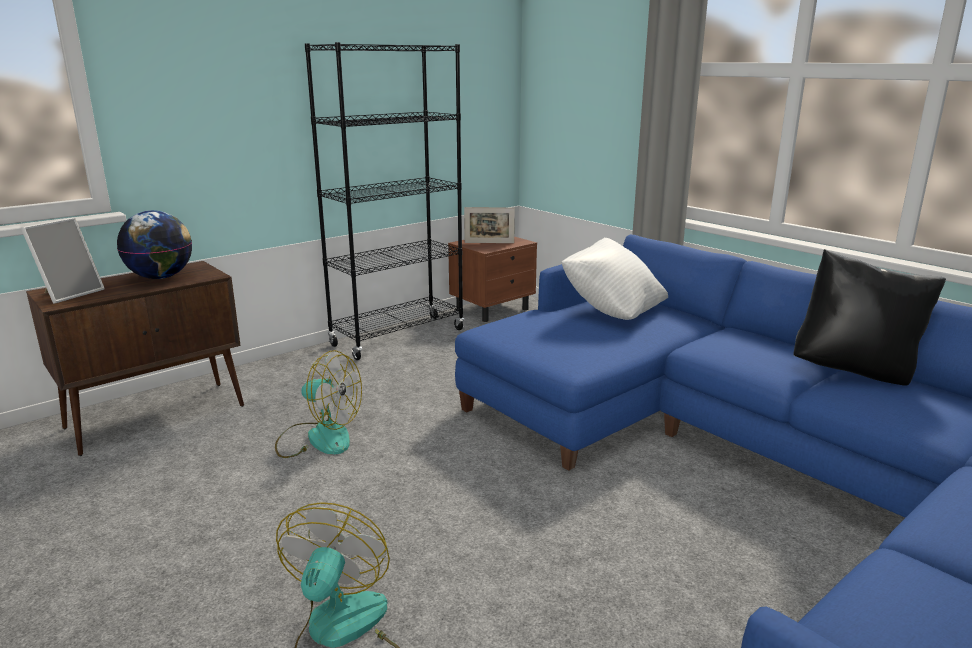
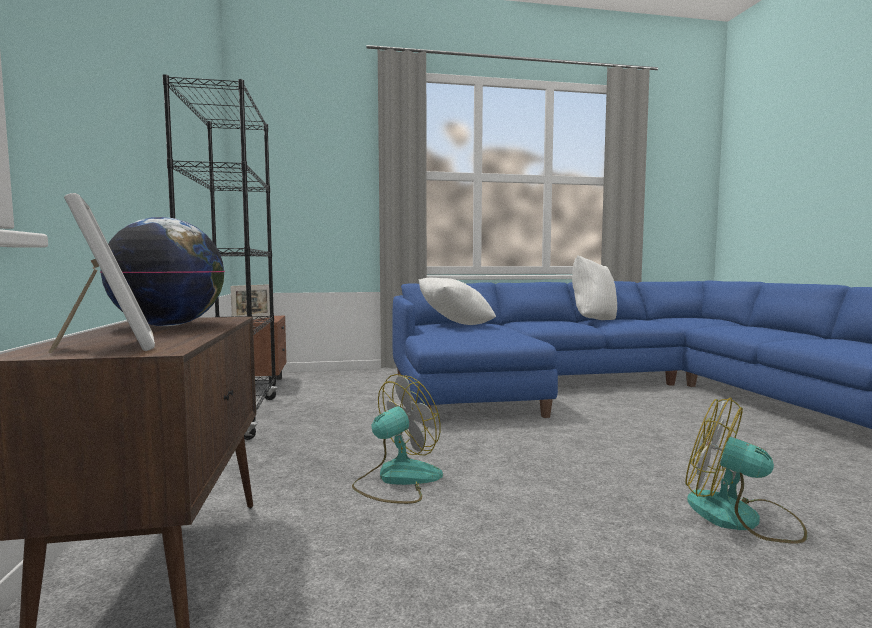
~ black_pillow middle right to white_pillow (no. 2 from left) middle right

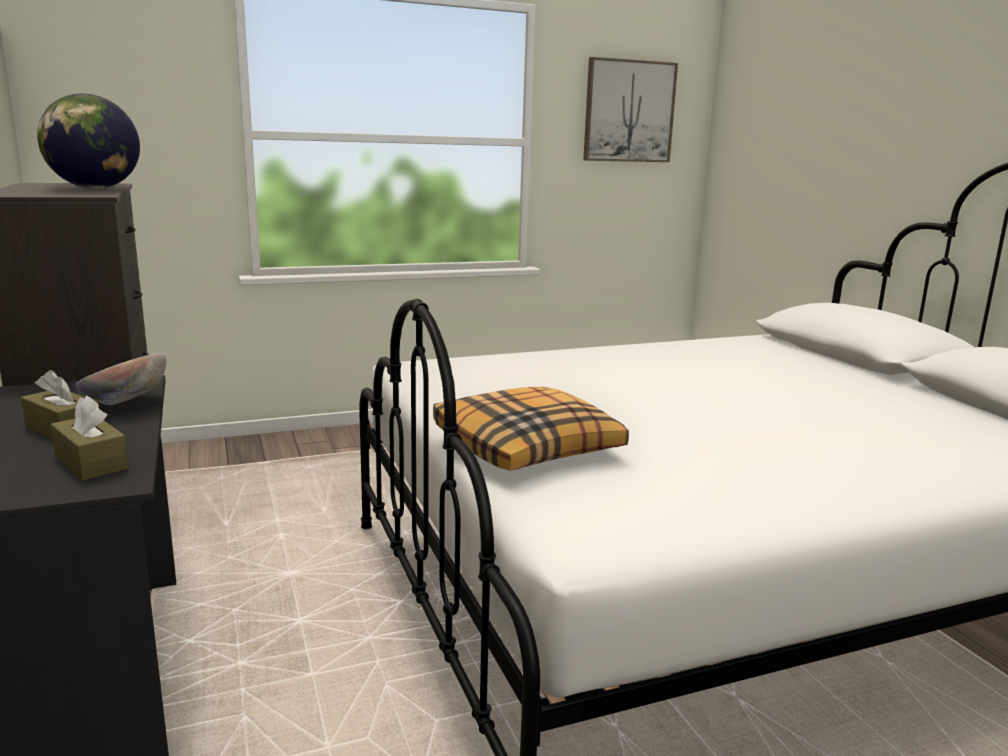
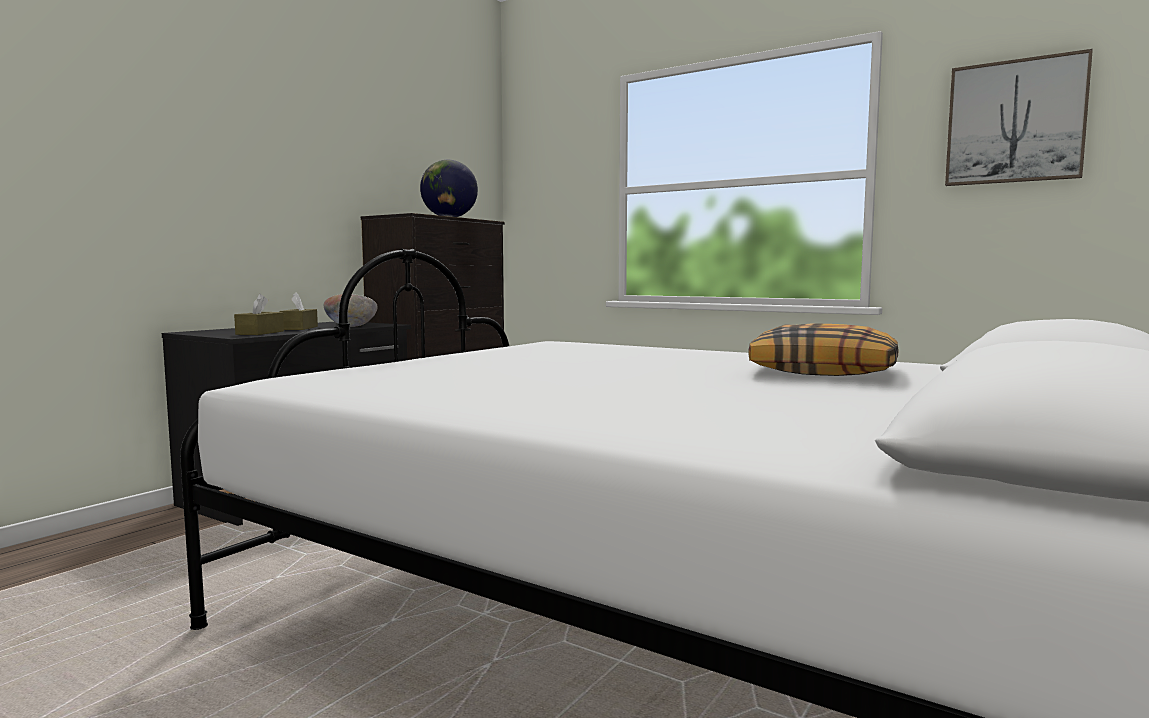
~ pillow centre to middle right

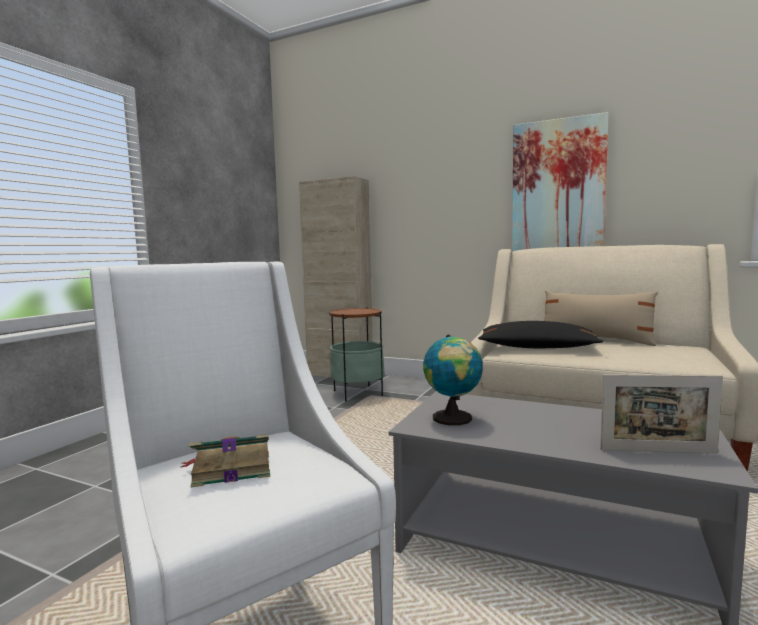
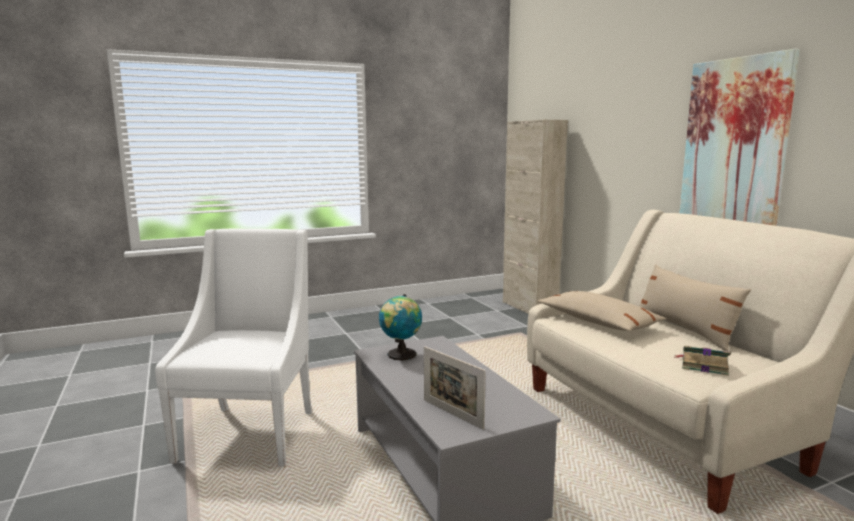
- side_table centre
~ black_pillow middle right to beige_pillow (no. 1 from left) middle right
~ book bottom left to bottom right

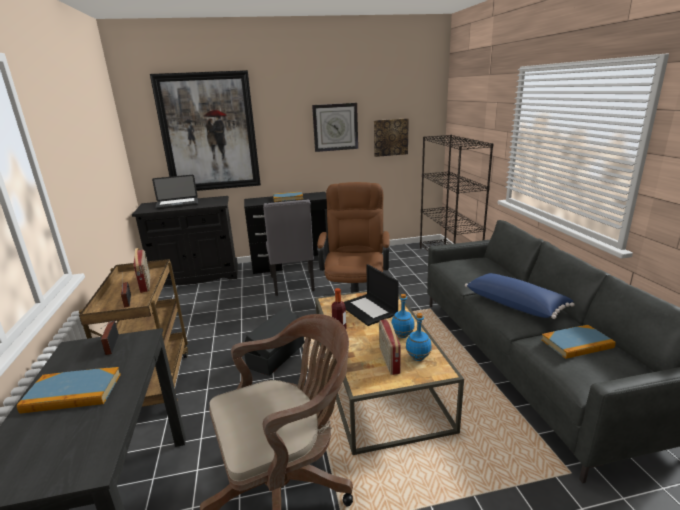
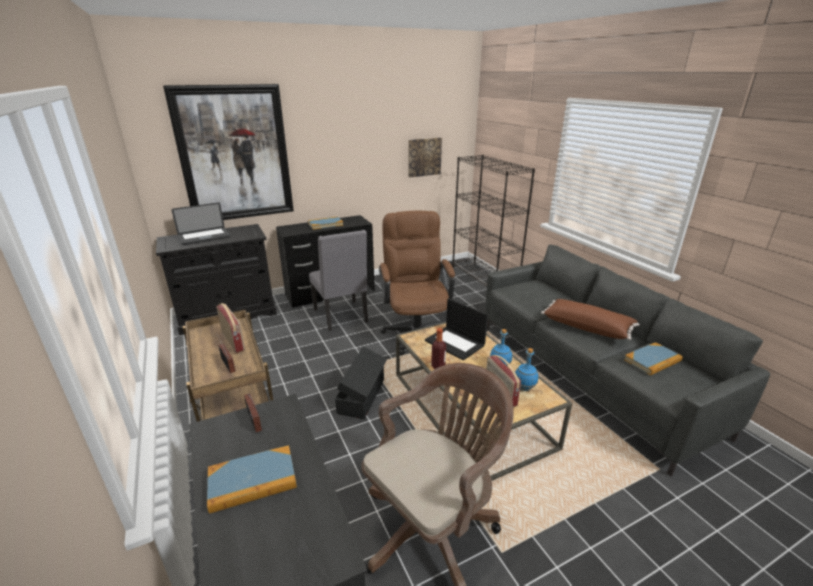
- wall_clock top centre
~ blue_pillow middle right to brown_pillow middle right

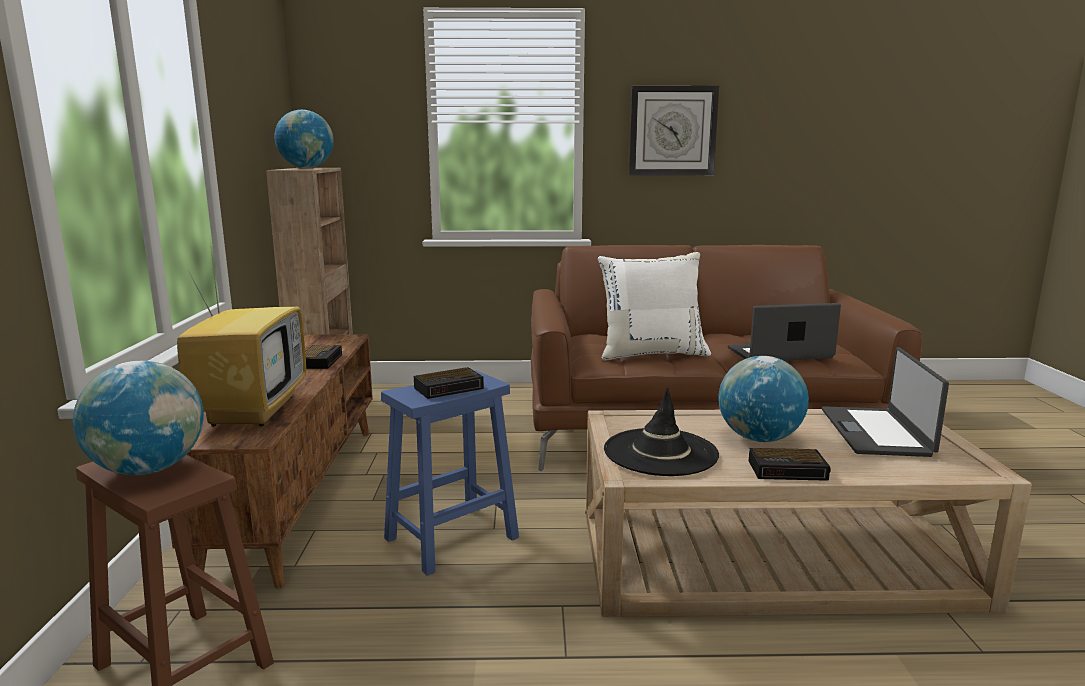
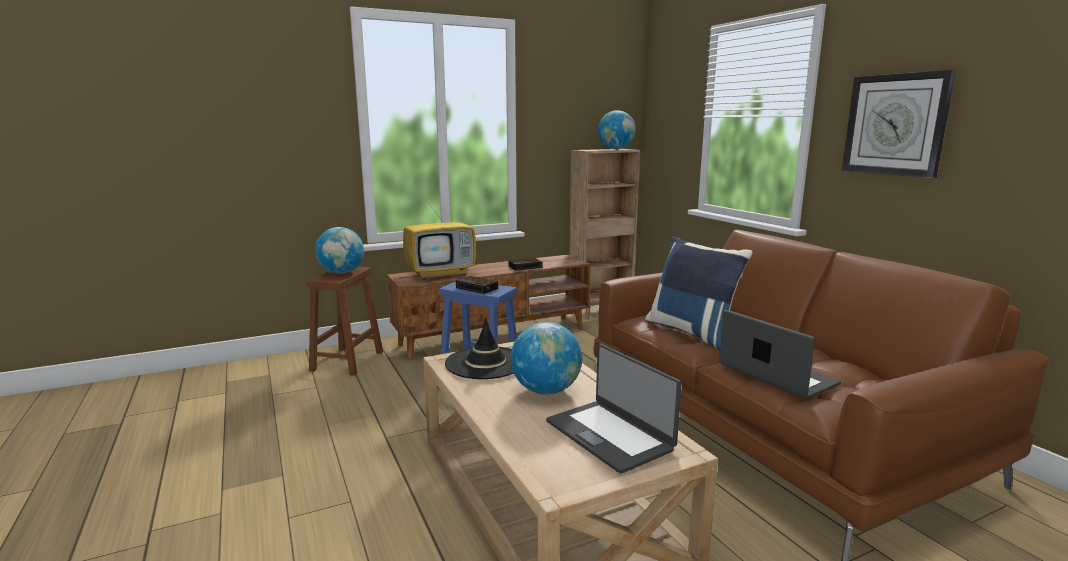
~ white_pillow centre to blue_pillow centre
~ laptop (no. 2 from left in the first image) middle right = bottom centre 105 degrees counterclockwise
- alarm_clock (no. 3 from left) bottom right

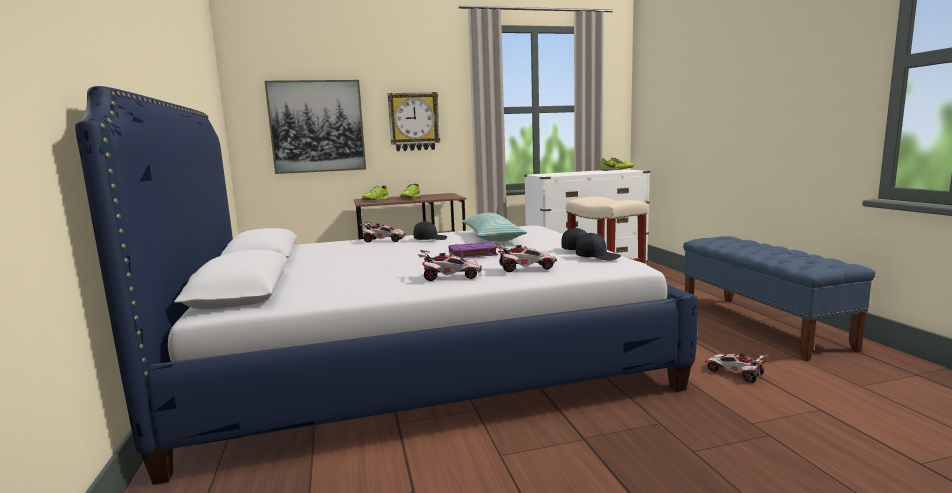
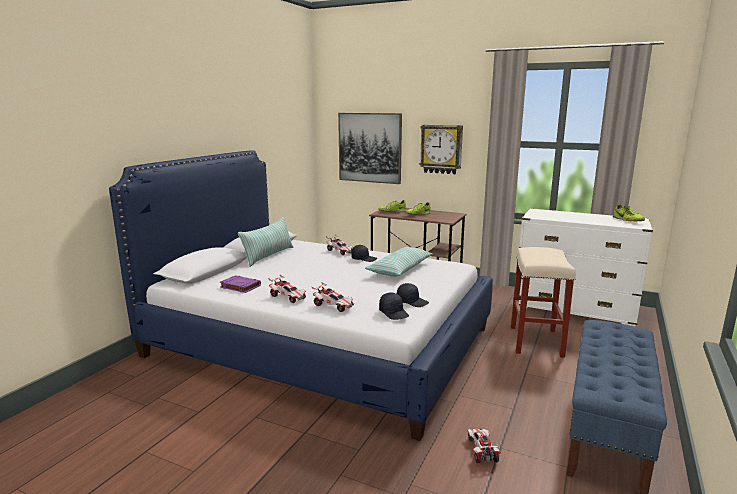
~ purple_book centre to middle left
+ pillow (no. 1 from left) centre

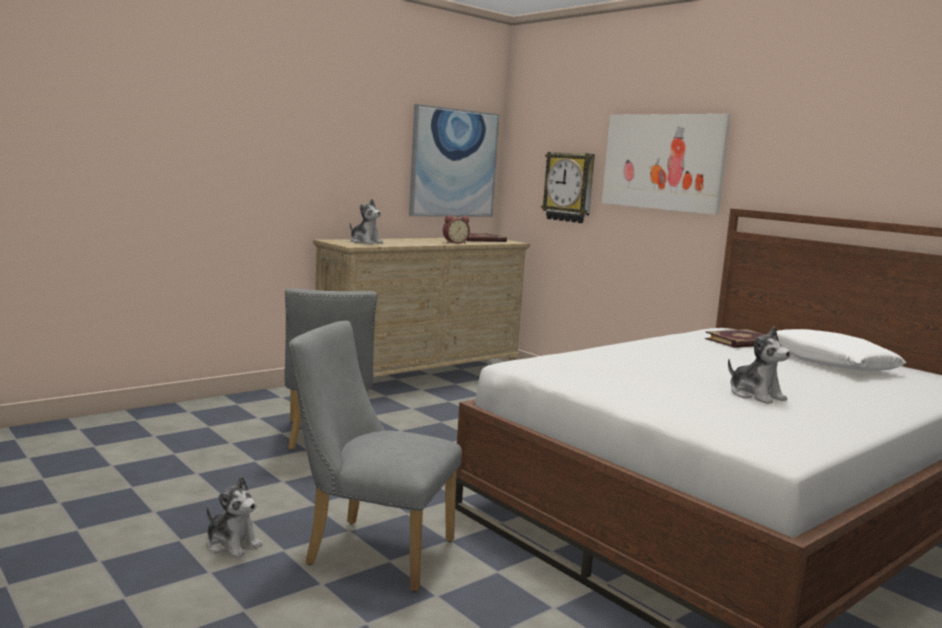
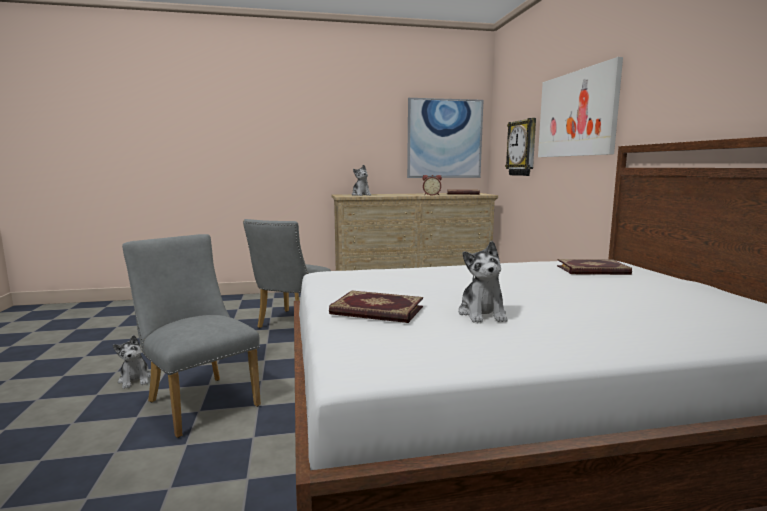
- white_pillow middle right
+ book (no. 1 from left) centre

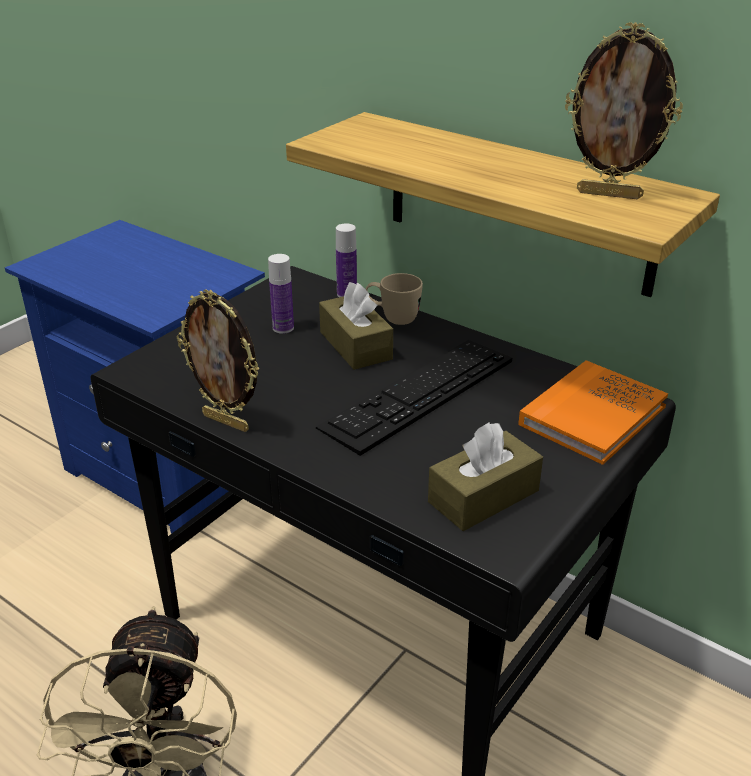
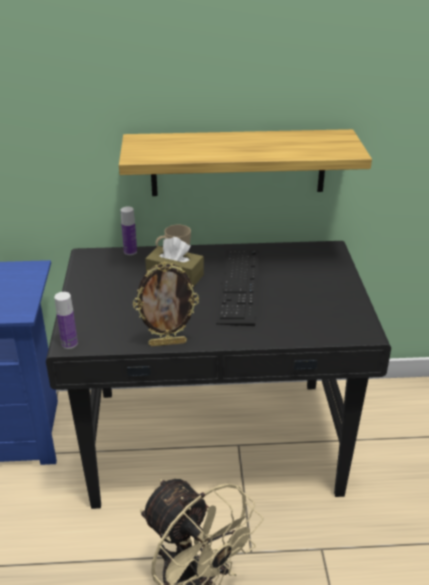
- picture_frame (no. 2 from left) top right
~ bottle (no. 1 from left) centre to middle left
- orange_book middle right
- brown_tissue_box (no. 2 from left) centre

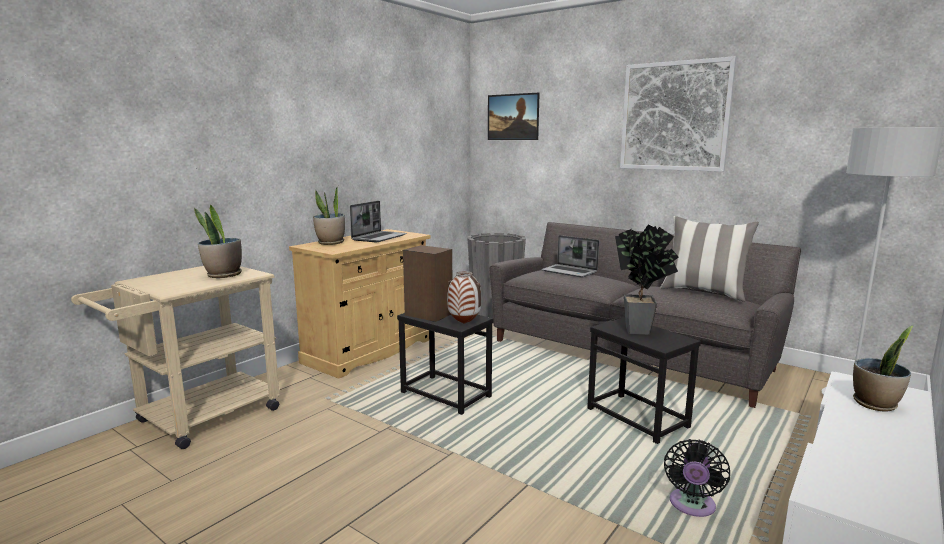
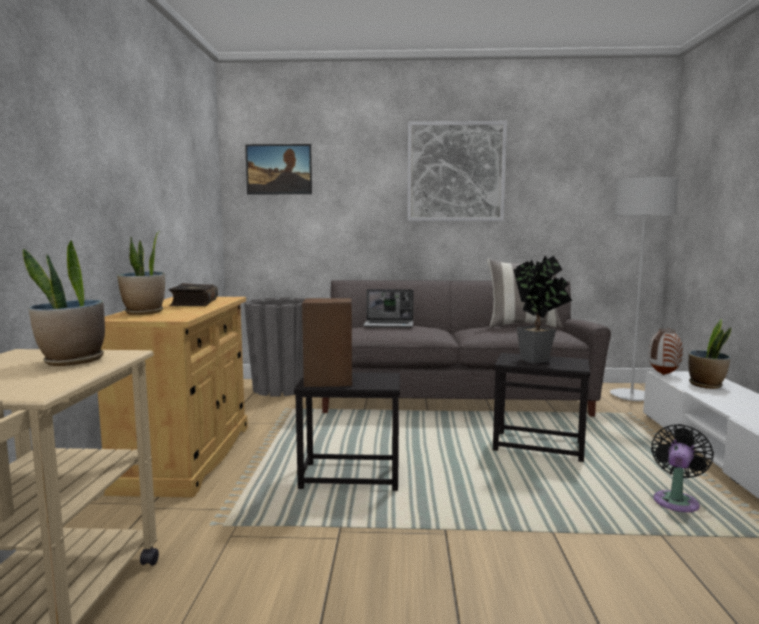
~ laptop (no. 1 from left) centre to book middle left
~ vase centre to middle right
~ black_fan bottom right = bottom right 135 degrees counterclockwise

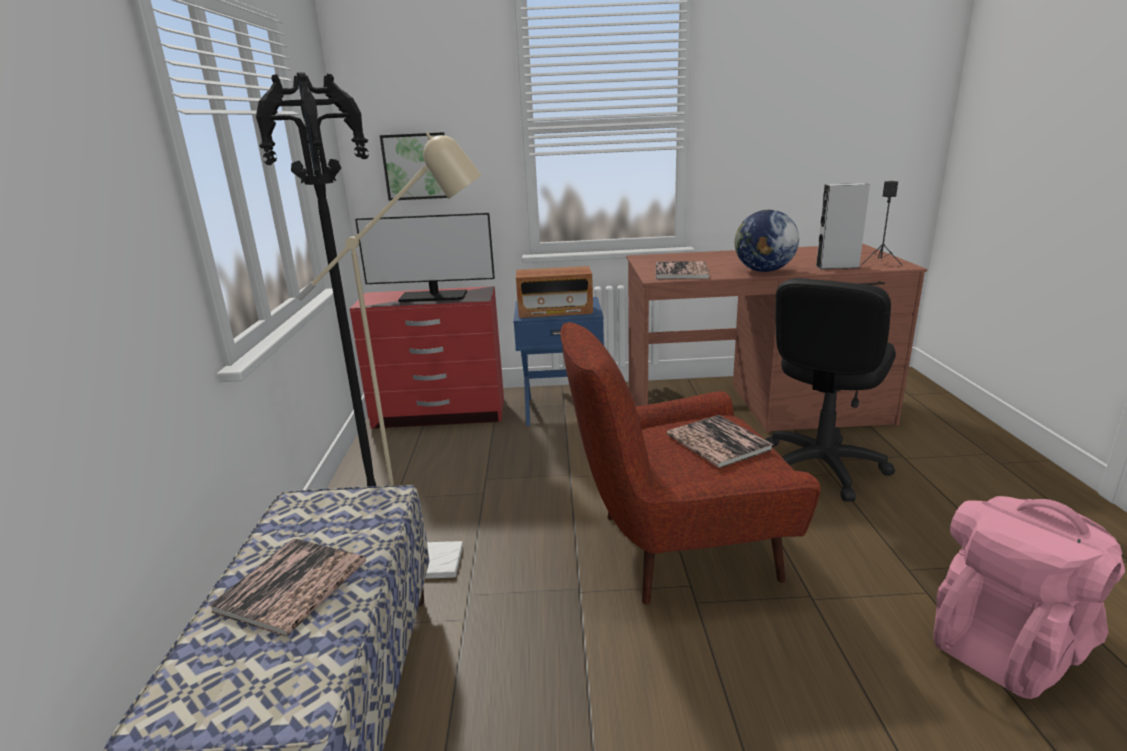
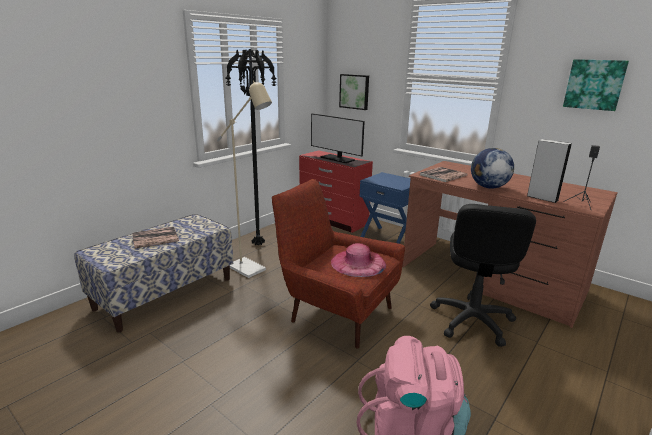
- radio centre
~ black_office_chair middle right = middle right 60 degrees counterclockwise
~ book (no. 3 from left) centre to pink_hat centre
+ picture (no. 2 from left) top right

